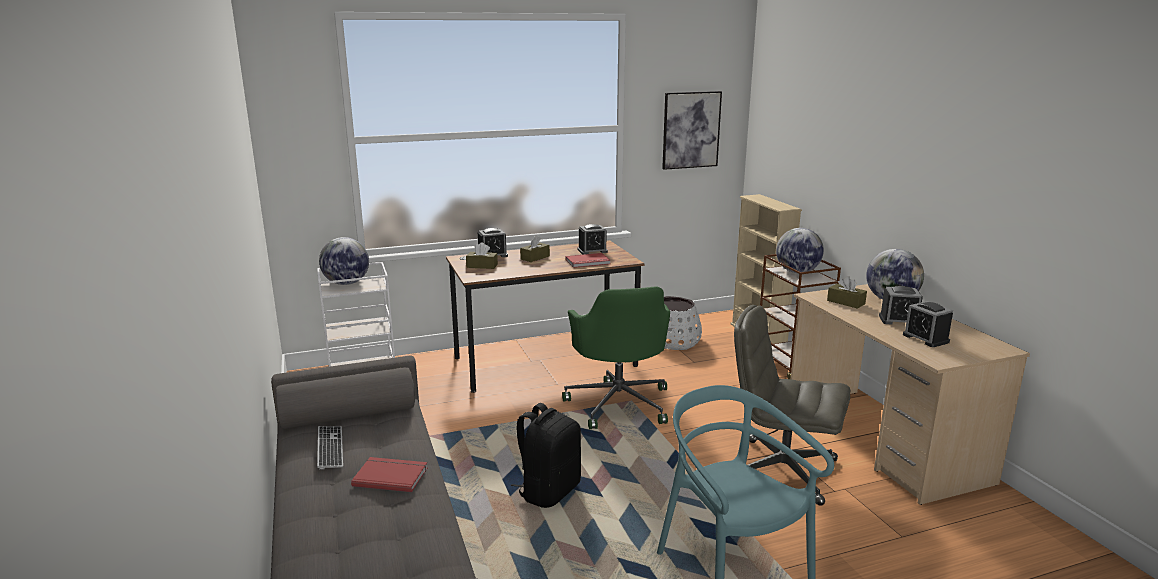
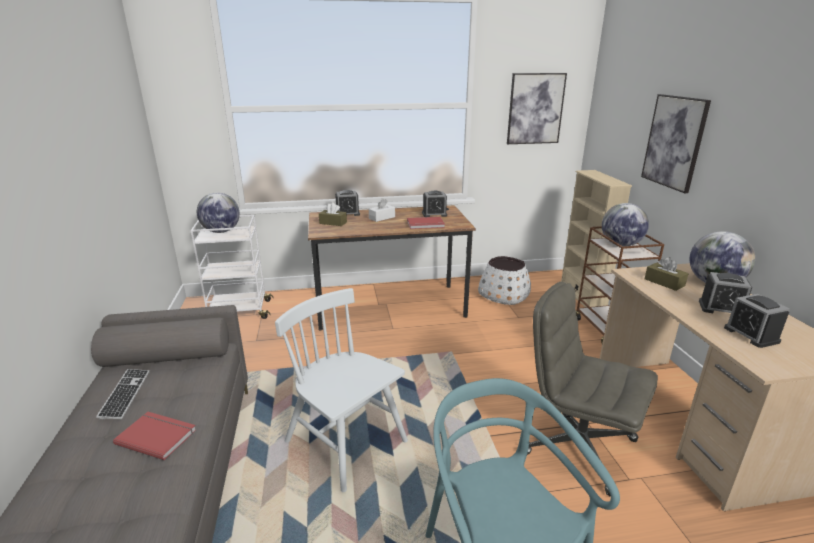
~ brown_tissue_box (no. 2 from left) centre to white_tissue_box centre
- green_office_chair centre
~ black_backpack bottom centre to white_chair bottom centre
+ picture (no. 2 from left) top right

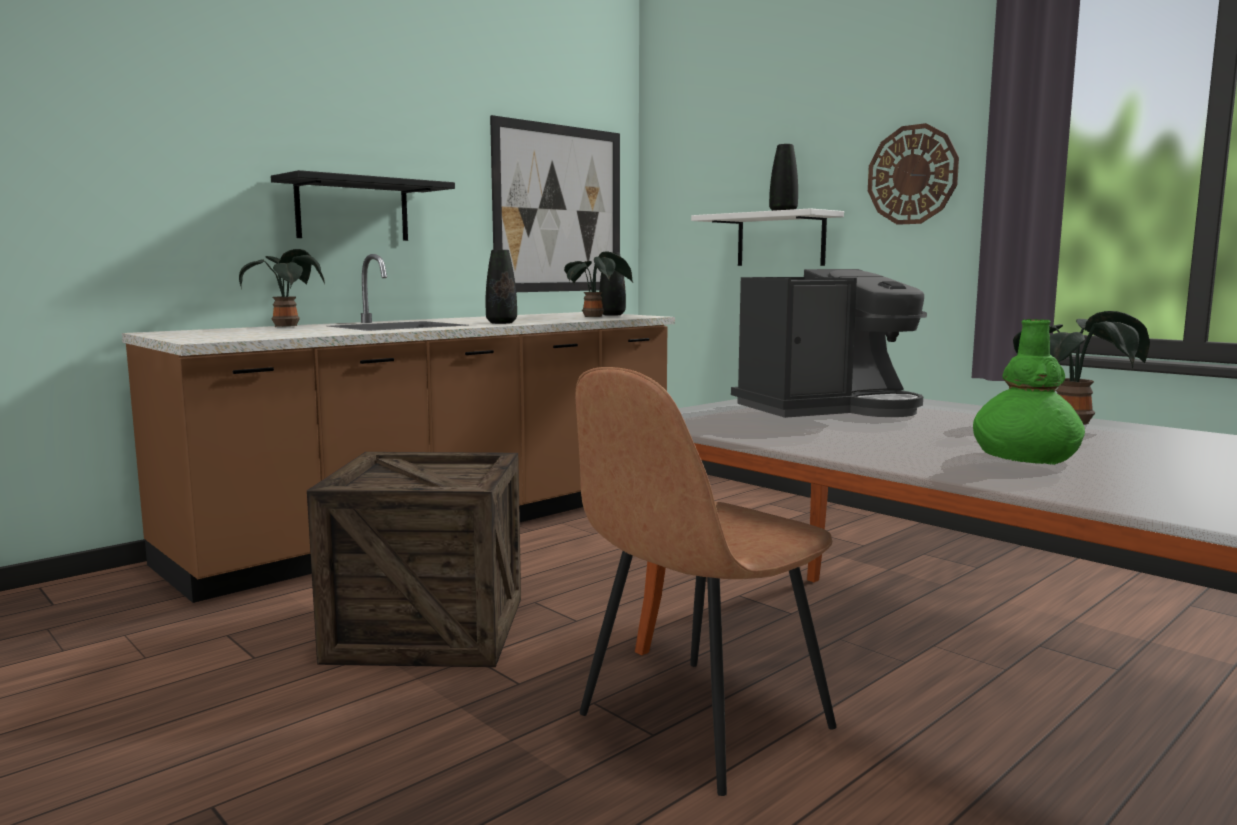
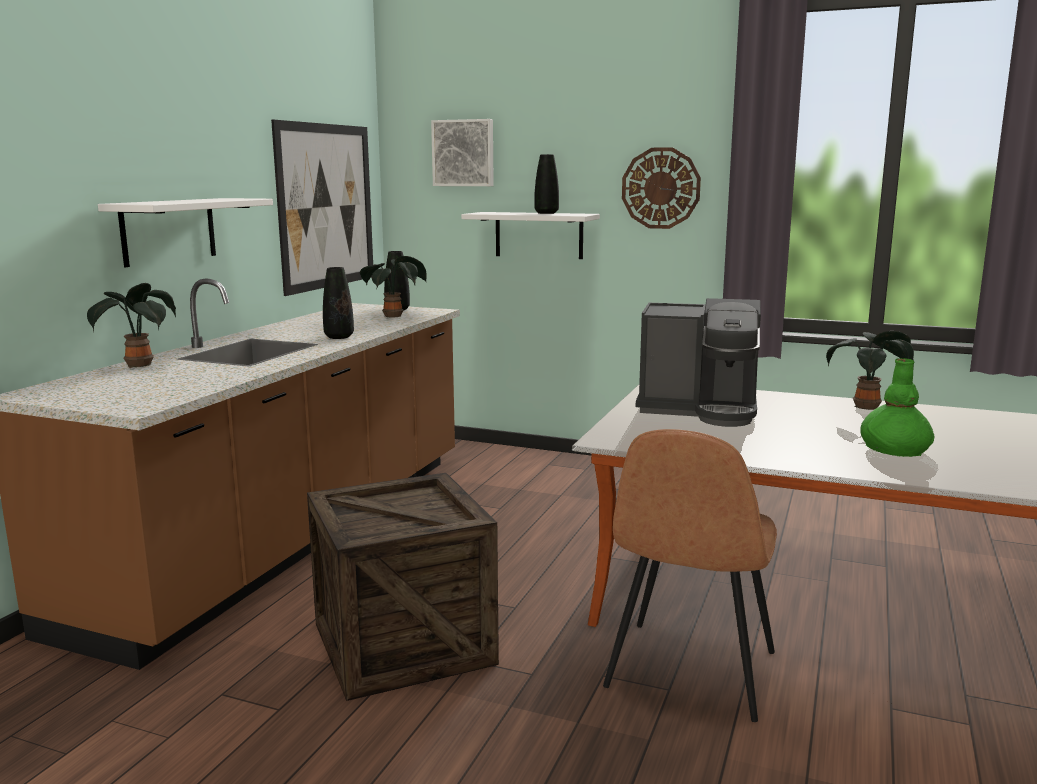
~ black_shelf top left to white_shelf (no. 1 from left) top left
~ coffee_machine middle right = middle right 60 degrees clockwise
+ picture (no. 2 from left) top centre

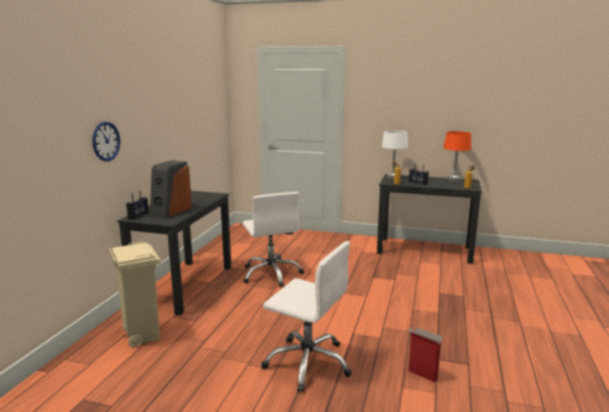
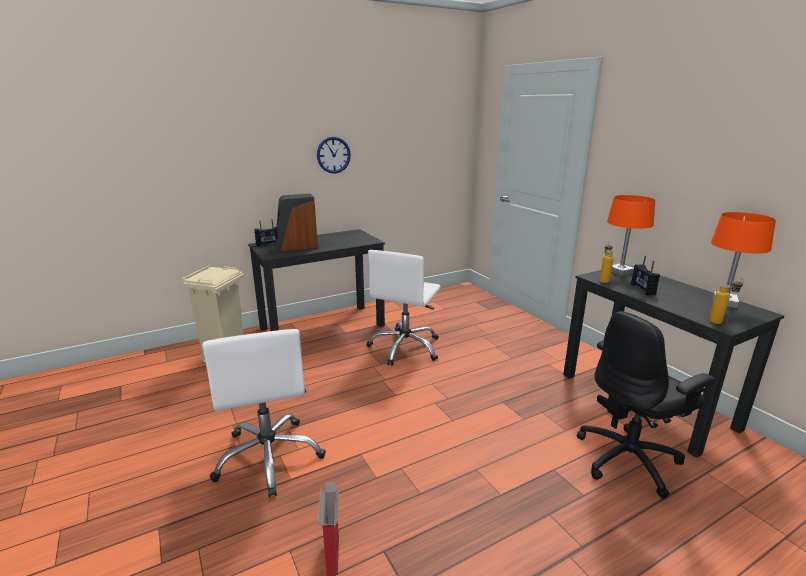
~ wall_clock middle left to top centre
~ white_table_lamp centre to orange_table_lamp (no. 1 from left) middle right
+ black_office_chair bottom right

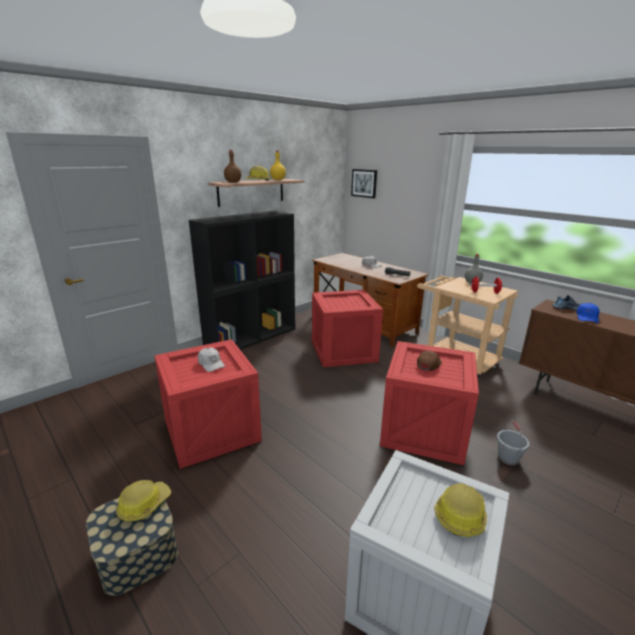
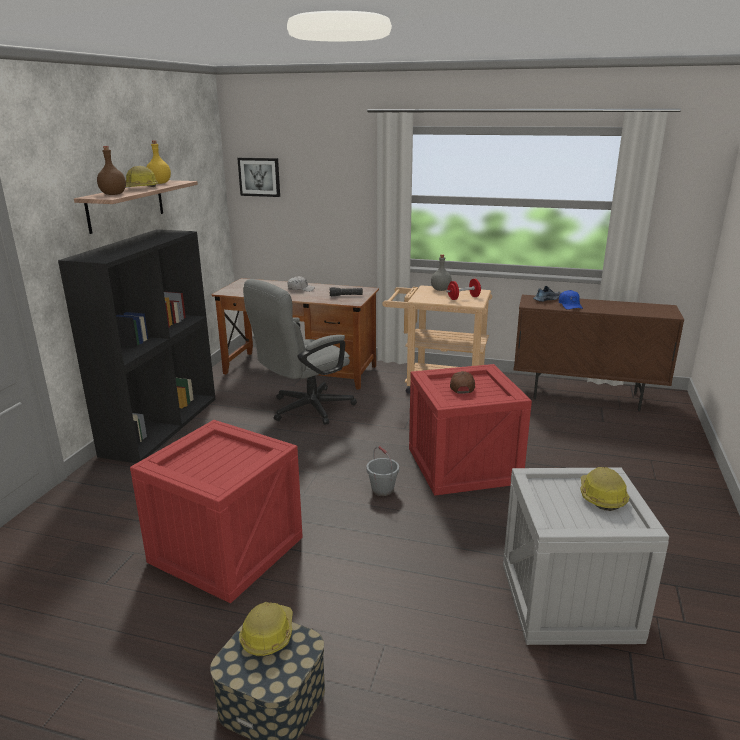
~ crate (no. 2 from left) centre to grey_office_chair centre
- white_cap (no. 1 from left) middle left
~ grey_bucket bottom right to centre

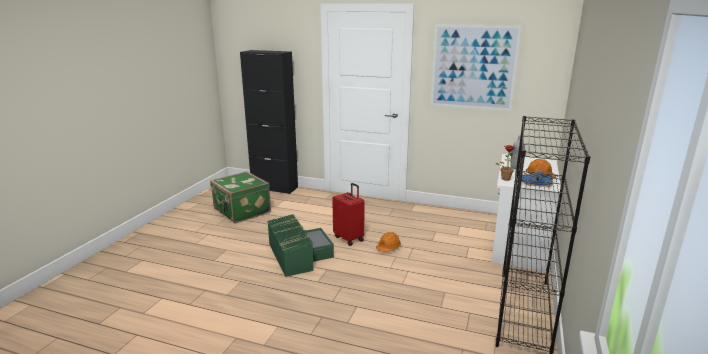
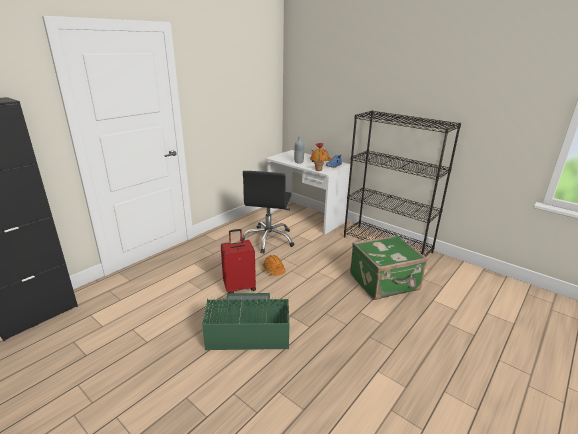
- picture top right
~ green_suitcase centre to middle right
+ black_office_chair centre

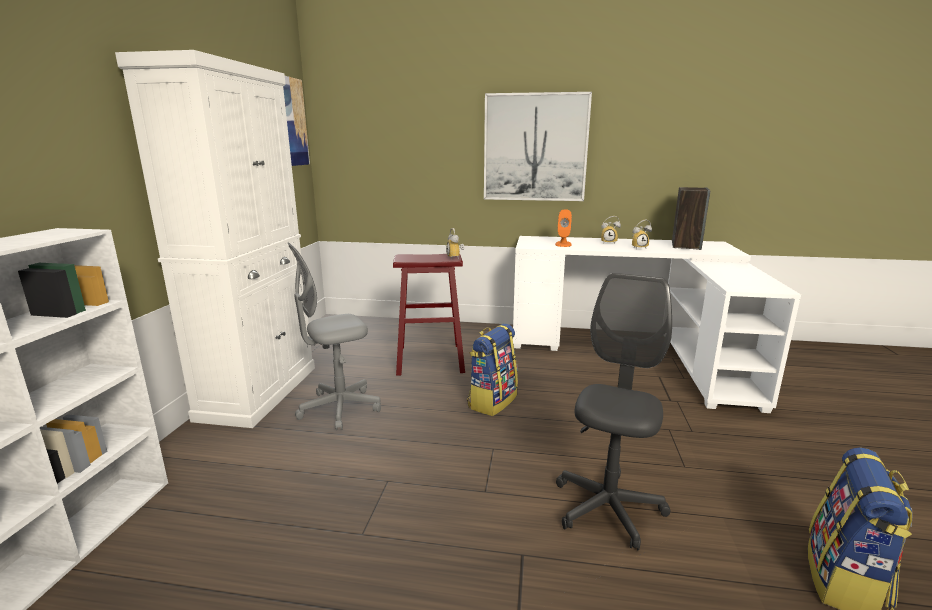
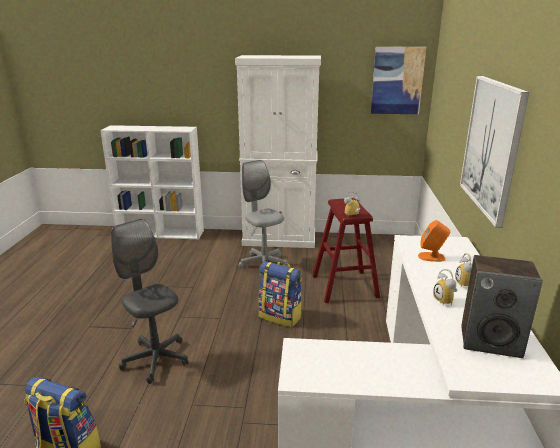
~ grey_office_chair (no. 2 from left in the first image) bottom centre = bottom left 150 degrees counterclockwise

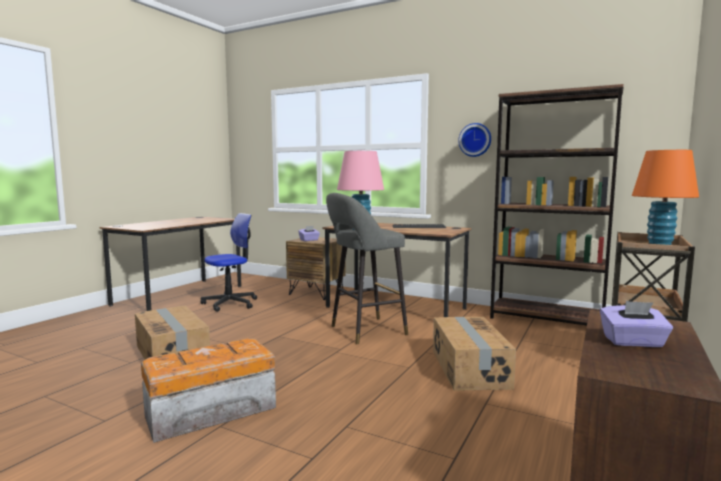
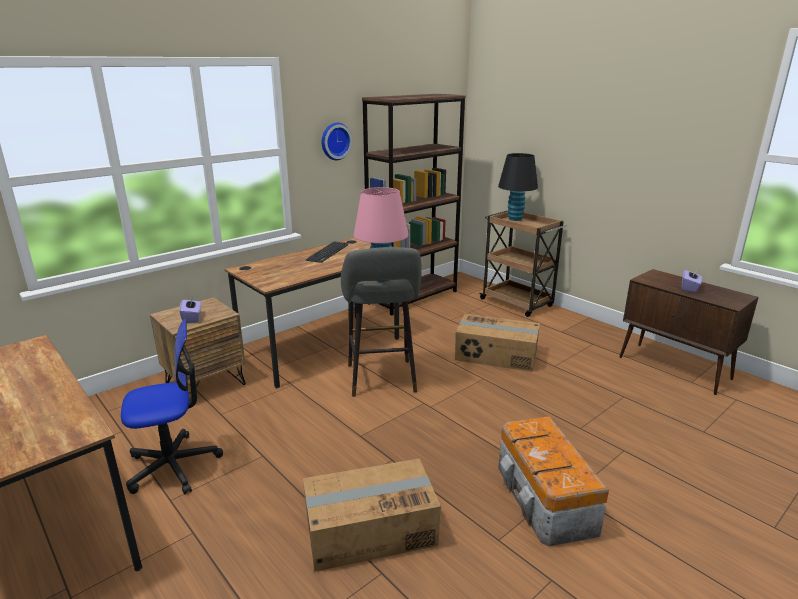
~ orange_table_lamp middle right to black_table_lamp top centre
~ office_chair middle left = bottom left 90 degrees clockwise

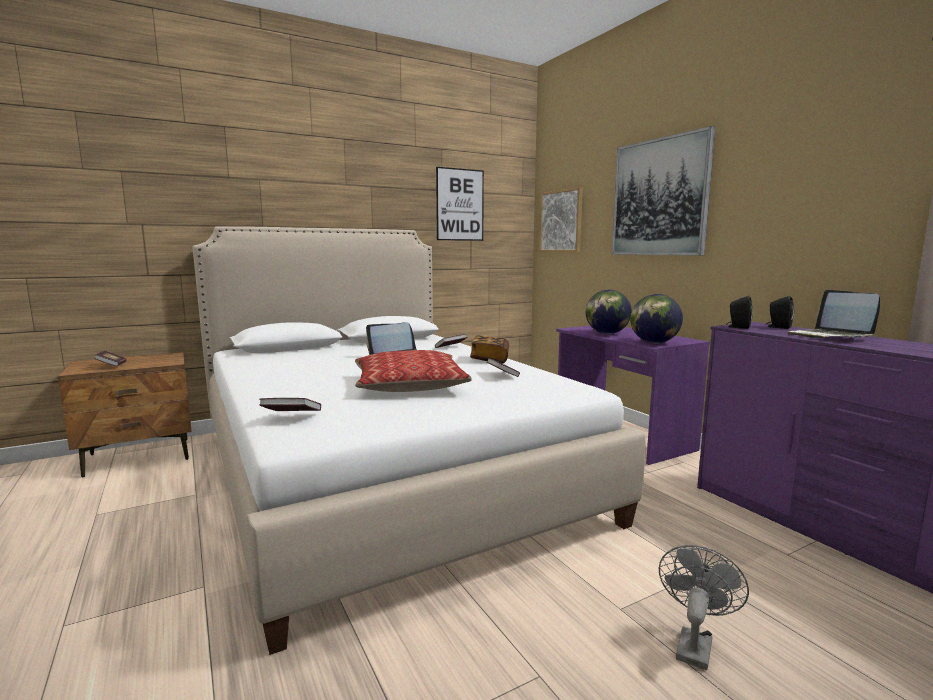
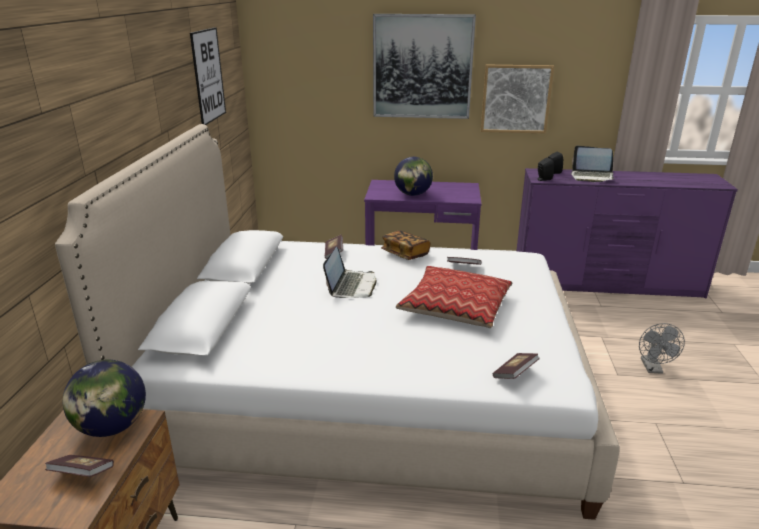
~ picture (no. 2 from left in the first image) top centre to picture (no. 3 from left) top right
~ globe (no. 2 from left in the first image) middle right to globe (no. 1 from left) bottom left
~ grey_fan bottom right = middle right 150 degrees counterclockwise

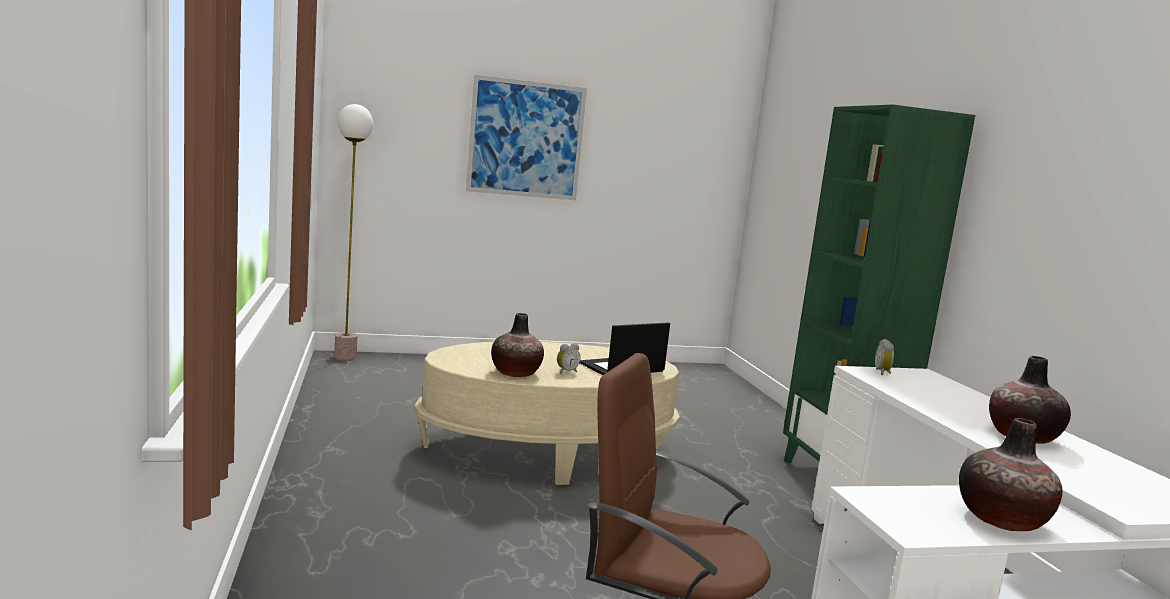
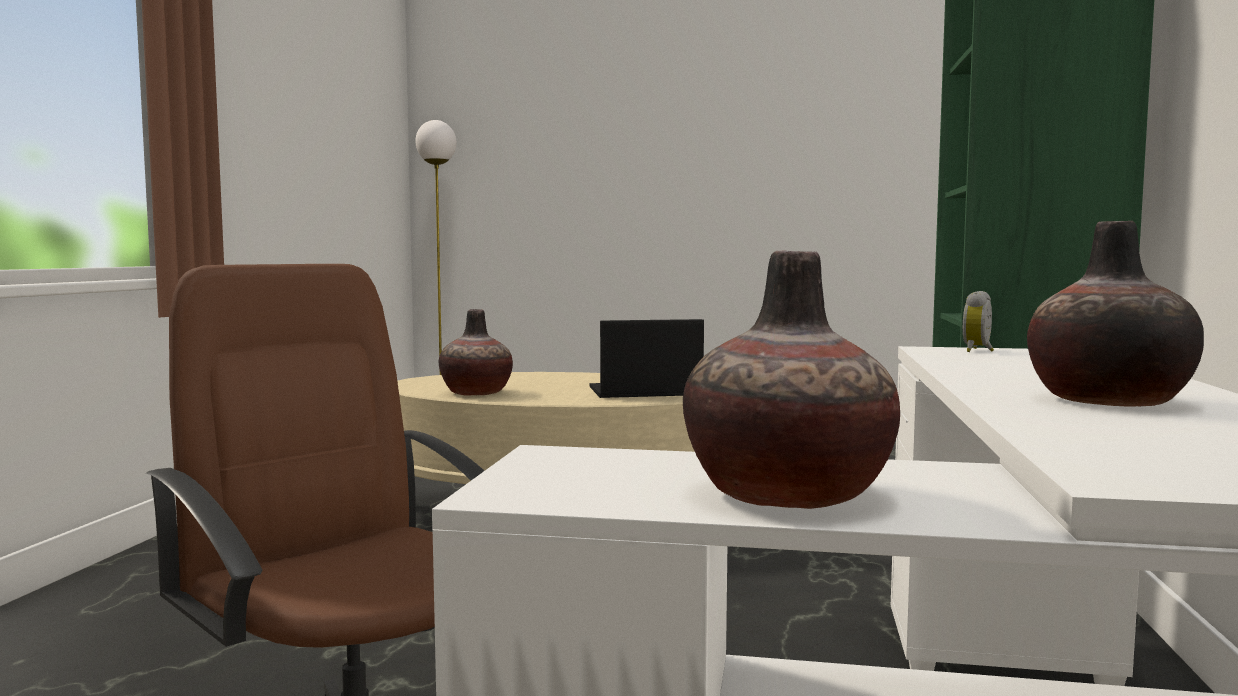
- picture top centre
- alarm_clock (no. 1 from left) centre

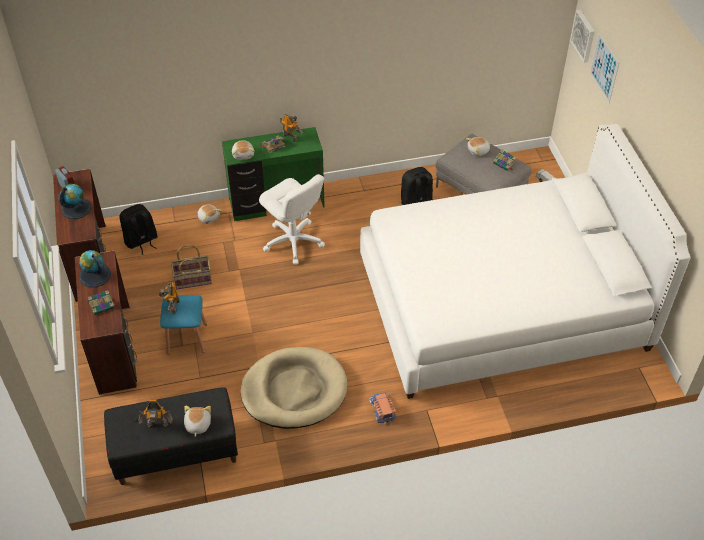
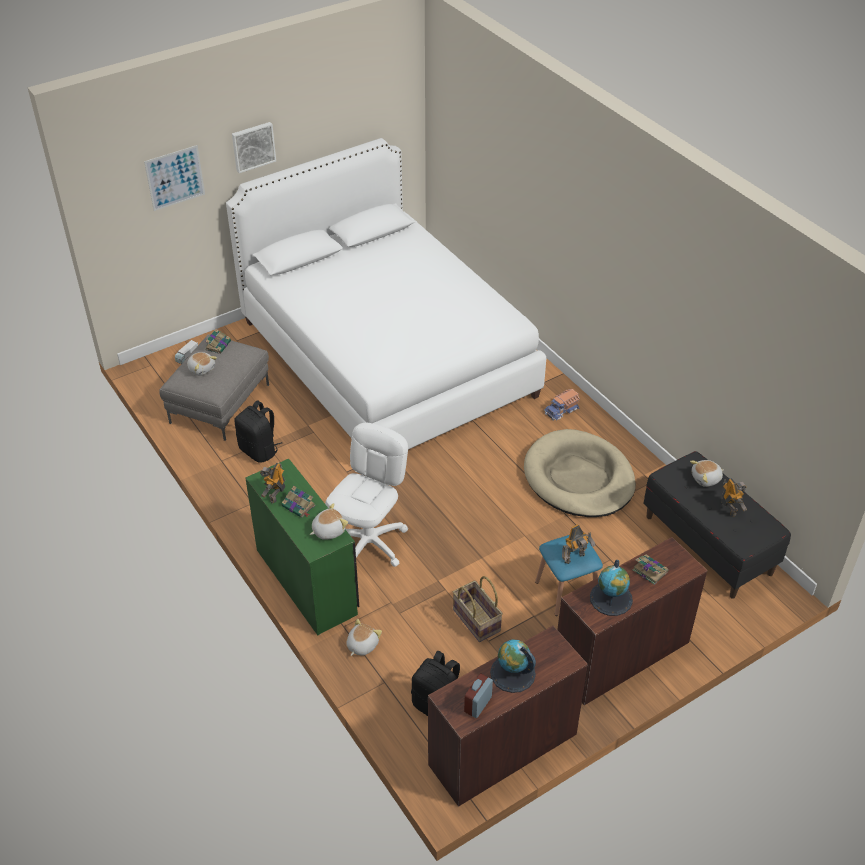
~ picture (no. 1 from left in the first image) top right to picture (no. 2 from left) top left

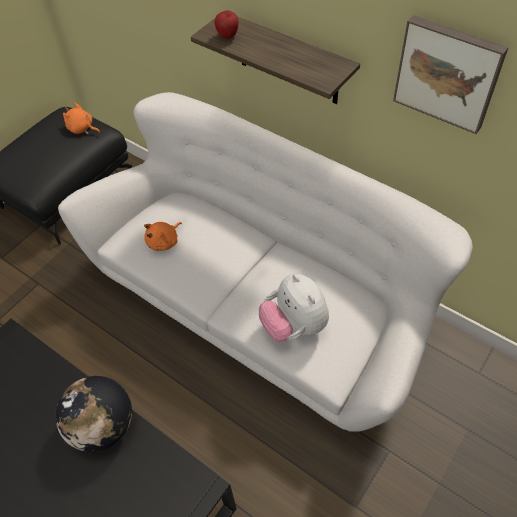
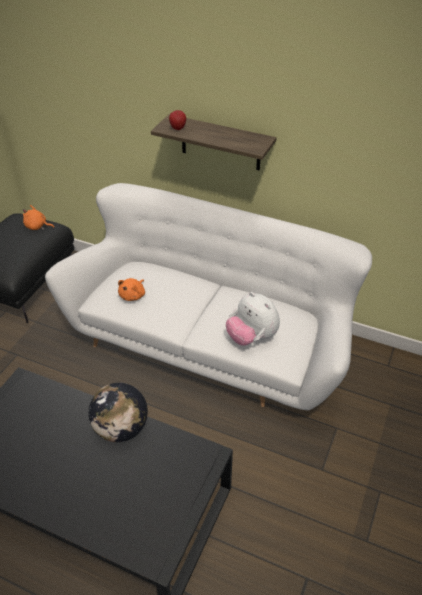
- picture top right

